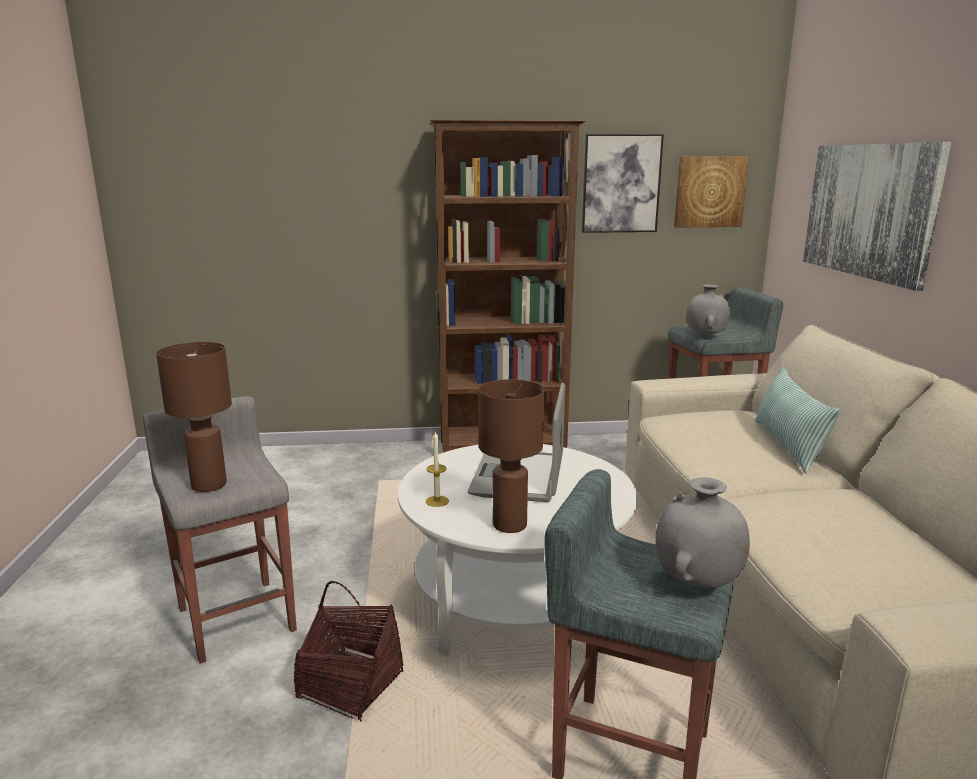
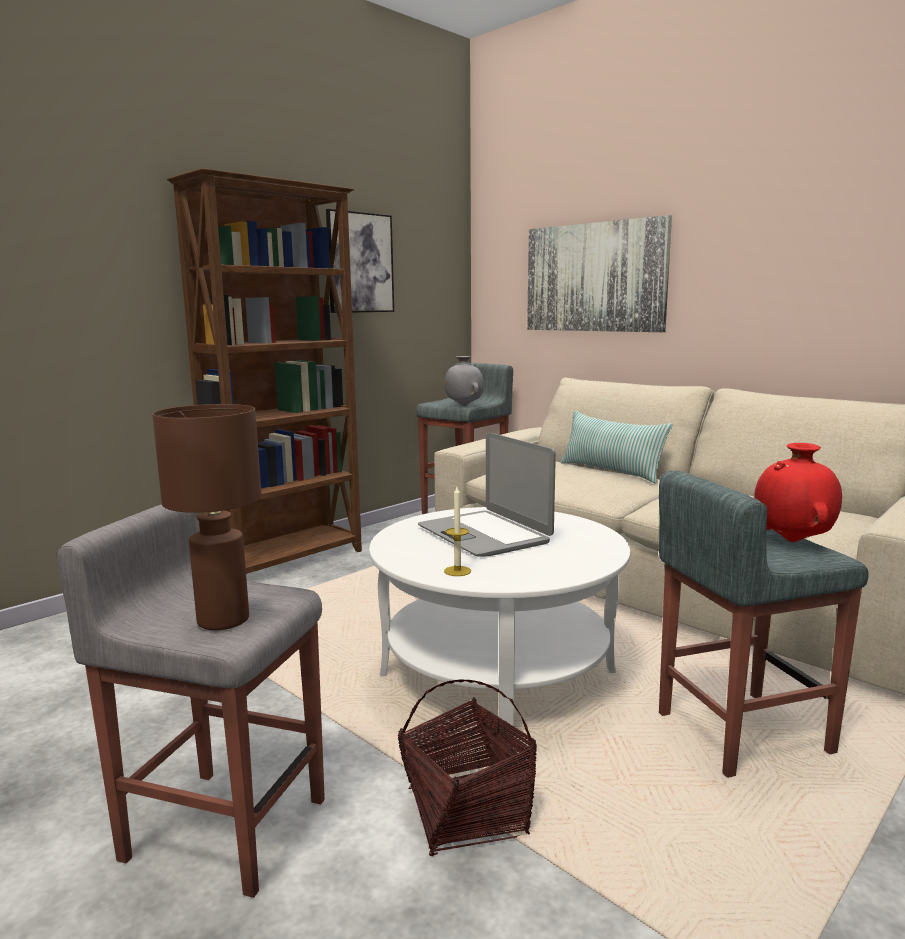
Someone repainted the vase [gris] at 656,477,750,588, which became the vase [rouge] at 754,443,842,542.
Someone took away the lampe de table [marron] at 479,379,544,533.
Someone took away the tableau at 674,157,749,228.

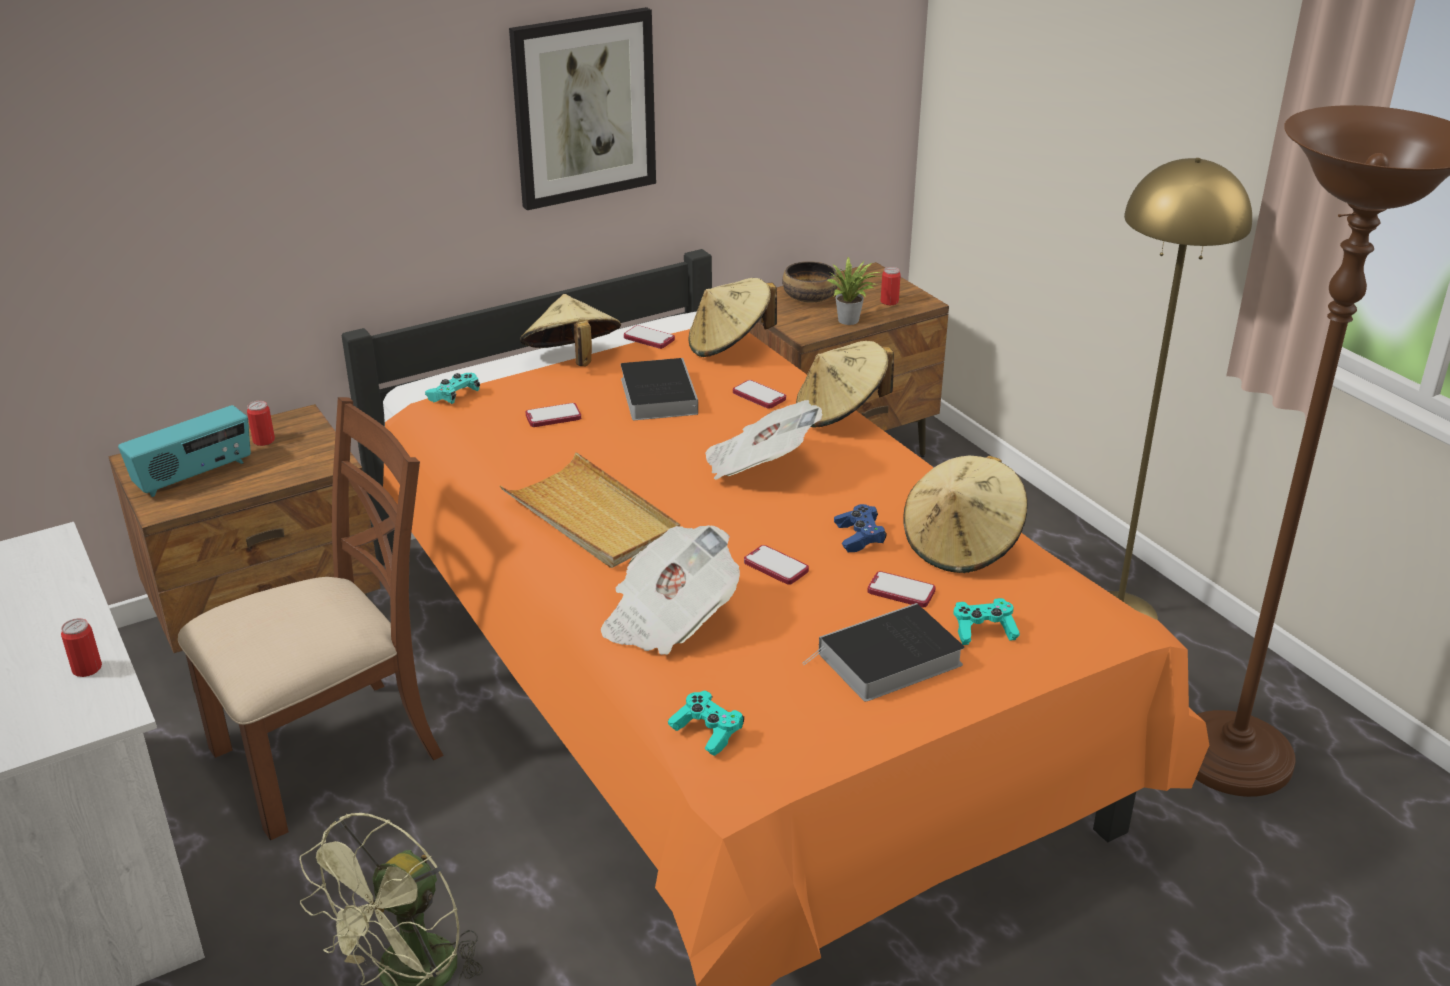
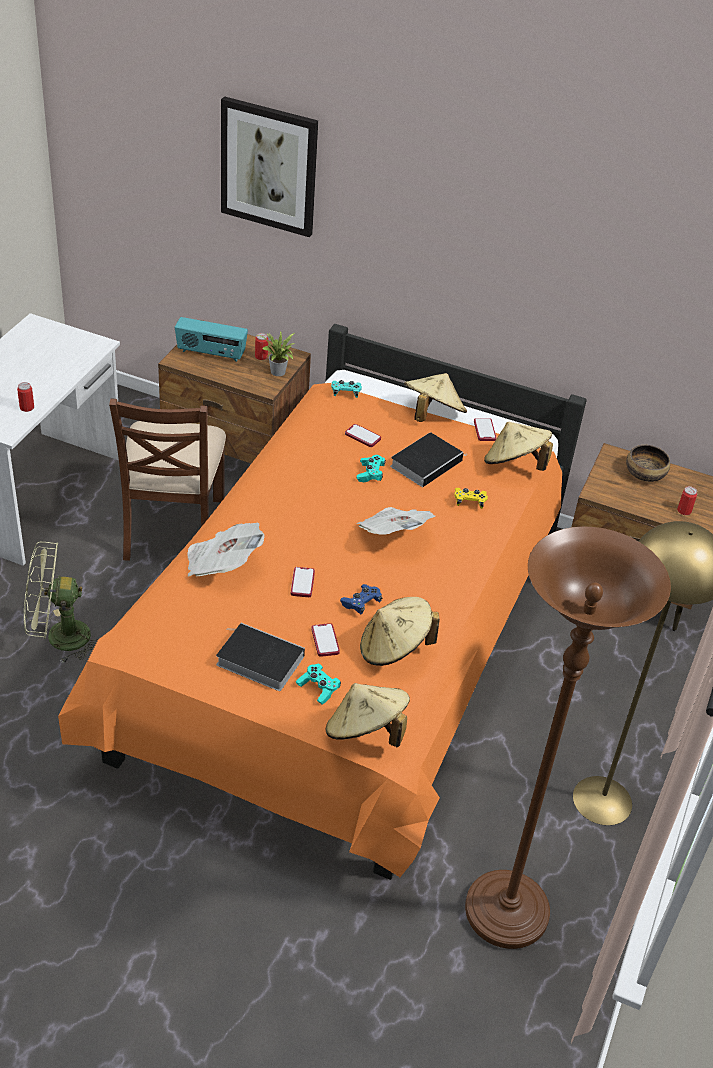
Someone rotated the chaise [marron] at 178,397,444,840 by 75 degrees clockwise.
Someone carried the tableau from 509,7,656,210 to 221,96,318,237.
Someone carried the plante en pot from 827,257,881,325 to 258,331,295,376.
Someone carried the chapeau [beige] from 796,341,894,427 to 326,683,410,747.
Someone carried the manette [turquoise] from 668,690,744,756 to 357,455,386,482.
Someone swapped the téléphone at 733,380,786,409 for the manette [jaune] at 454,488,488,509.
Someone took away the plateau [beige] at 500,452,680,568.

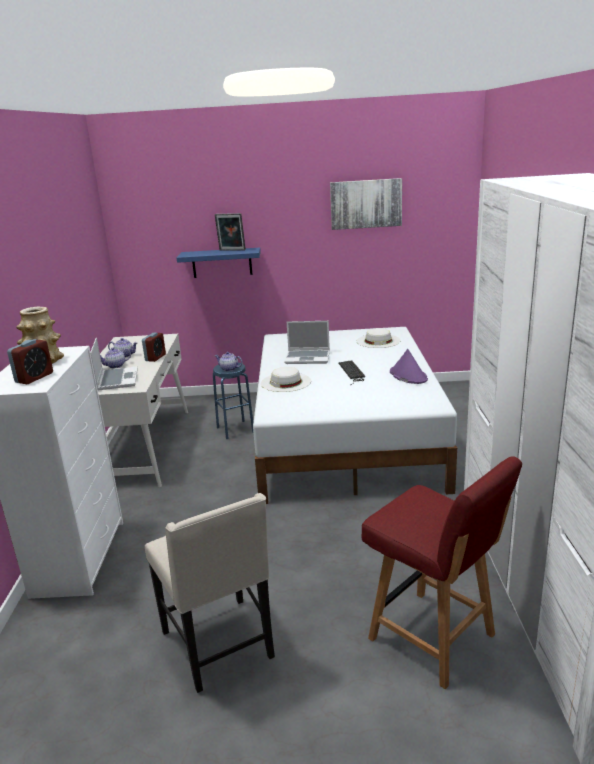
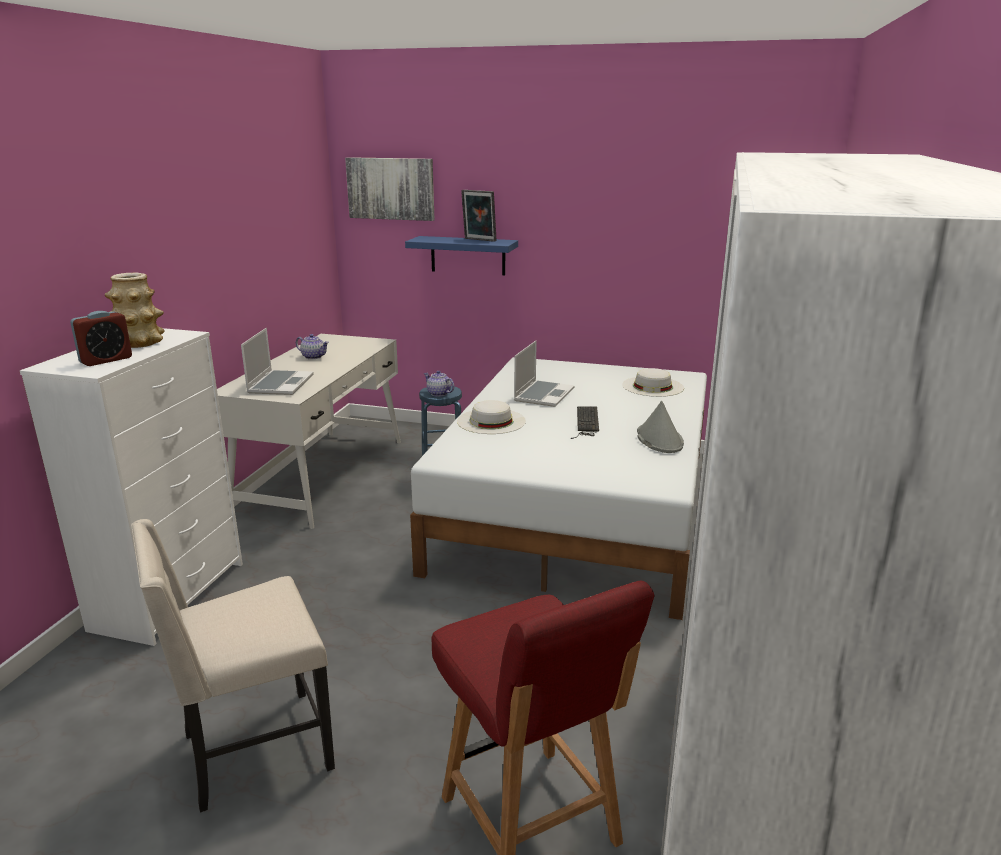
Someone rotated the chaise [beige] at 145,493,275,693 by 75 degrees clockwise.
Someone carried the tableau from 330,178,402,230 to 345,157,435,221.
Someone rotated the ordinateur portable at 284,321,330,364 by 90 degrees counterclockwise.
Someone repainted the chapeau [violet] at 390,349,428,384, which became the chapeau [gris] at 637,401,684,453.
Someone took away the théière at 100,348,131,368.
Someone took away the réveil at 142,333,166,362.

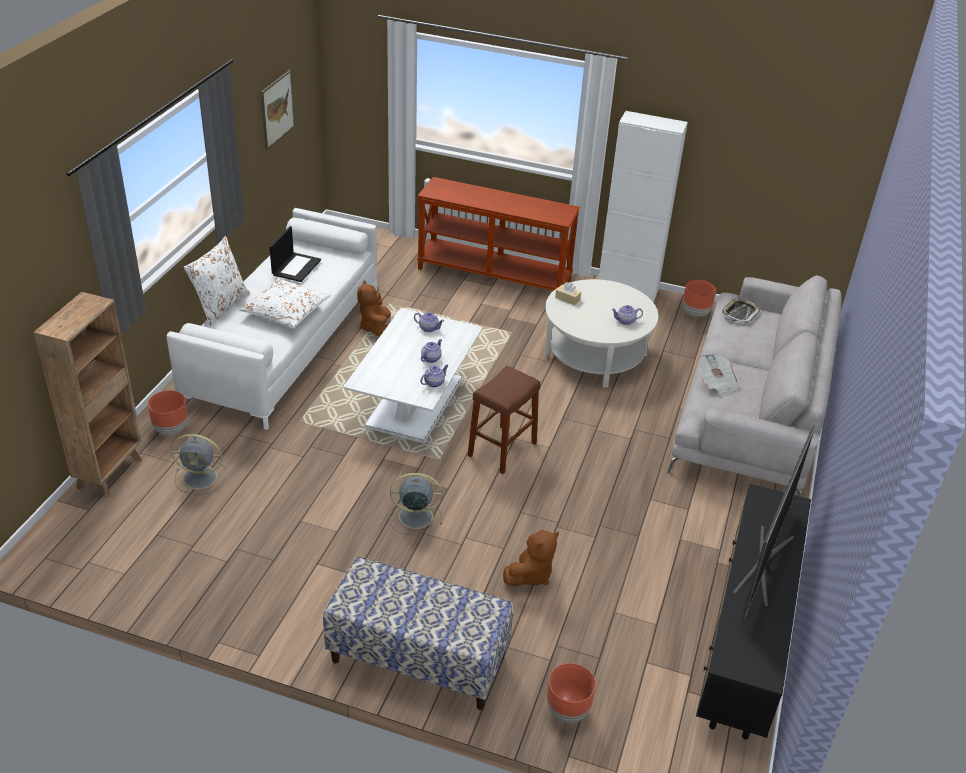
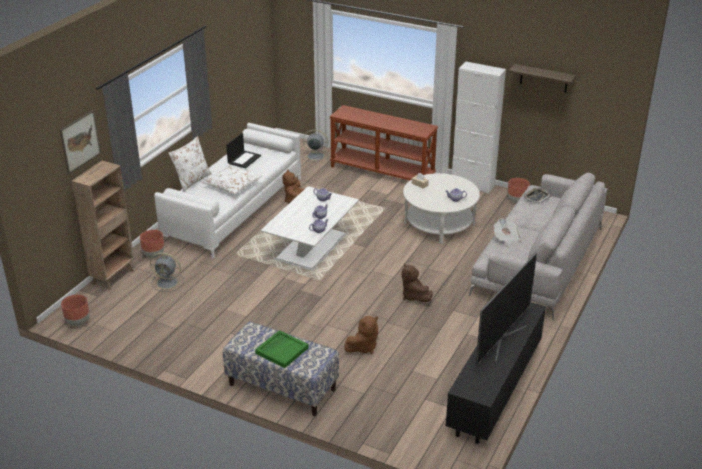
Someone carried the tableau from 261,70,295,150 to 60,110,101,174.
Someone carried the cache-pot [marron] from 547,663,596,723 to 61,295,89,326.
Someone put down the plateau [vert] at 255,330,308,368.
Someone carried the ventilateur [gris] from 390,473,442,535 to 303,130,328,162.
Someone put down the peluche [marron] at 401,263,433,302.
Someone put up the étagère at 509,64,576,93.
Someone took away the tabouret [marron] at 467,366,540,474.

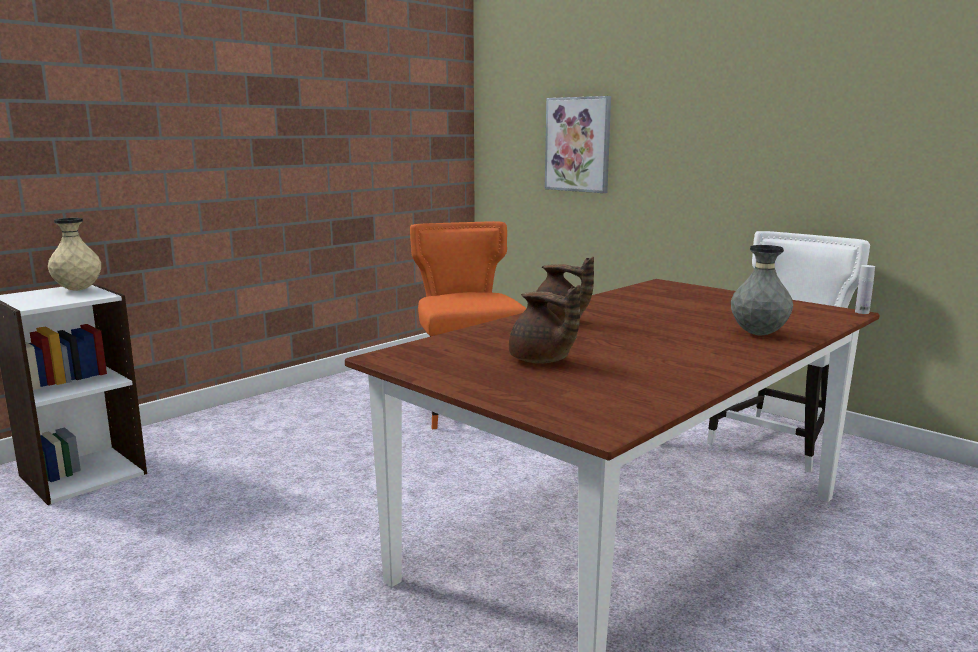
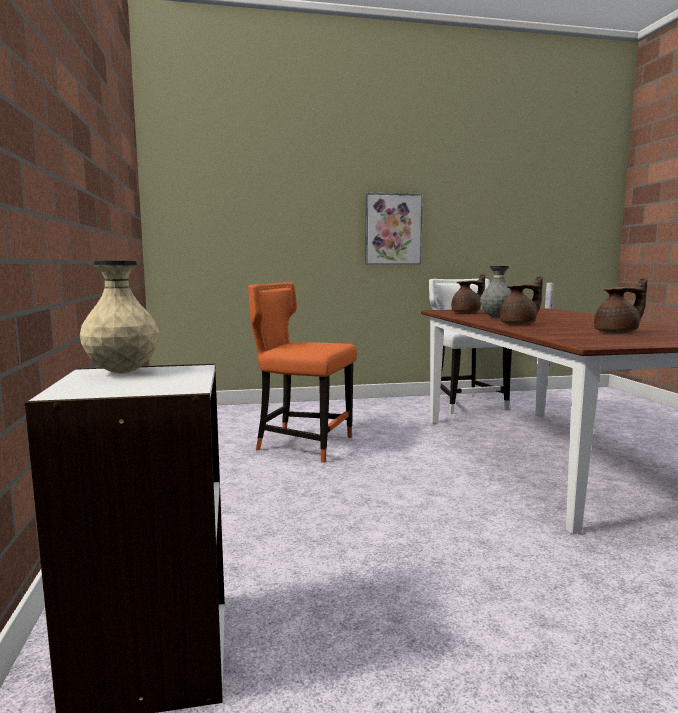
Someone carried the tableau from 545,96,611,193 to 365,192,423,265.
Someone put down the théière [marron] at 451,274,485,313.
Someone carried the vase [gris] from 731,245,793,335 to 480,266,511,318.

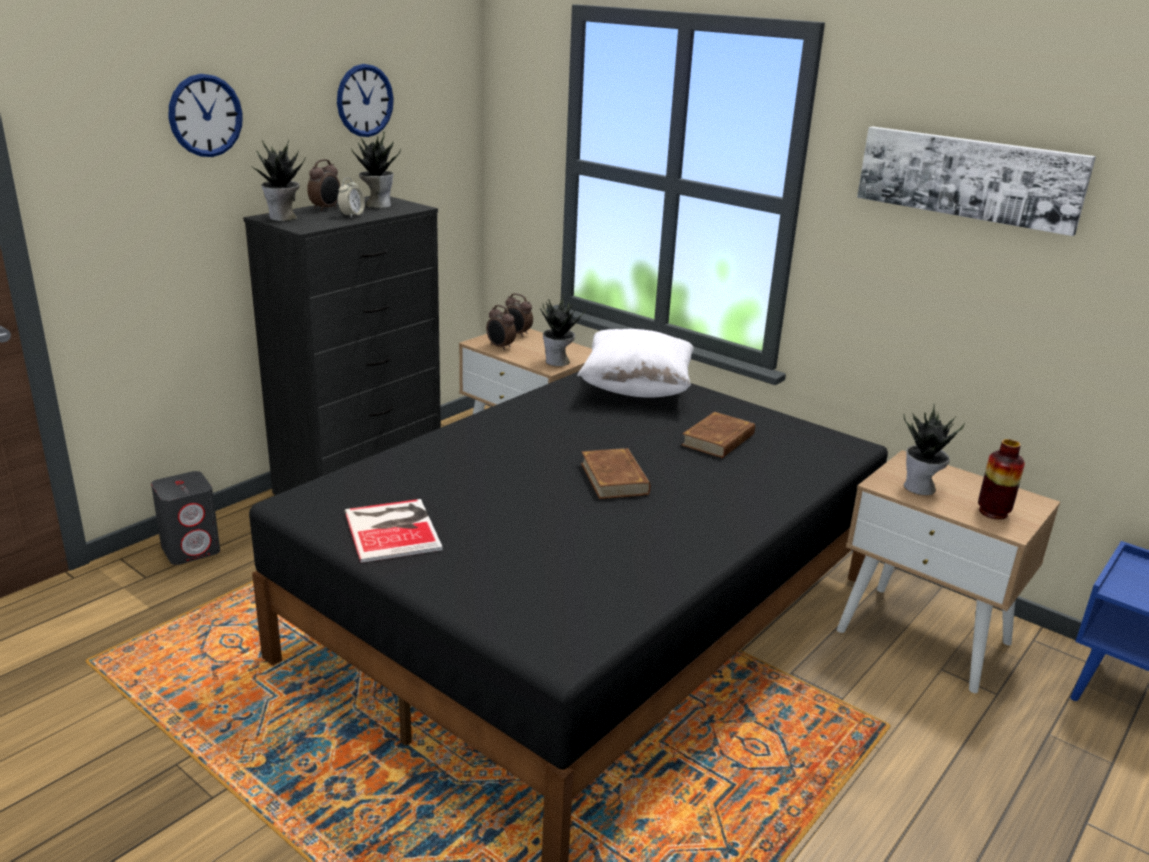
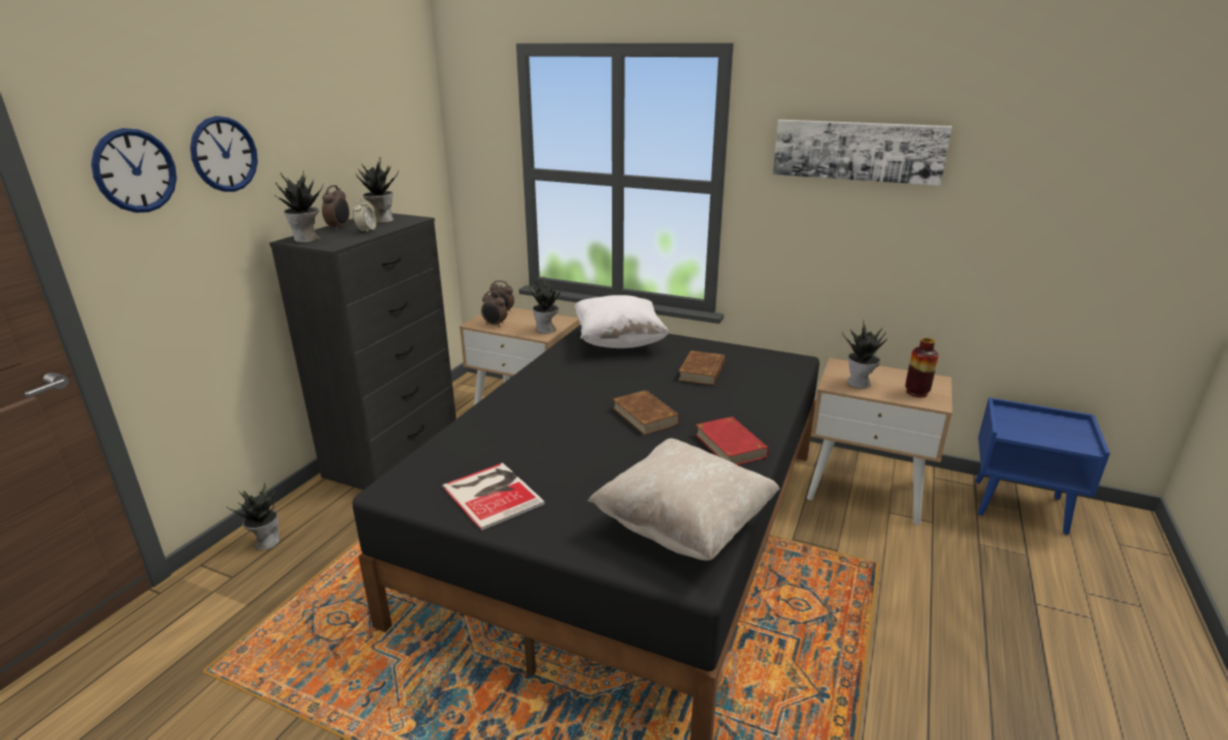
Someone carried the horloge murale from 337,64,394,137 to 91,128,177,213.
Someone swapped the enceinte [gris] at 151,471,220,565 for the plante en pot at 226,482,280,550.
Someone put down the coussin [beige] at 588,438,780,561.
Someone put down the livre [rouge] at 695,417,769,465.

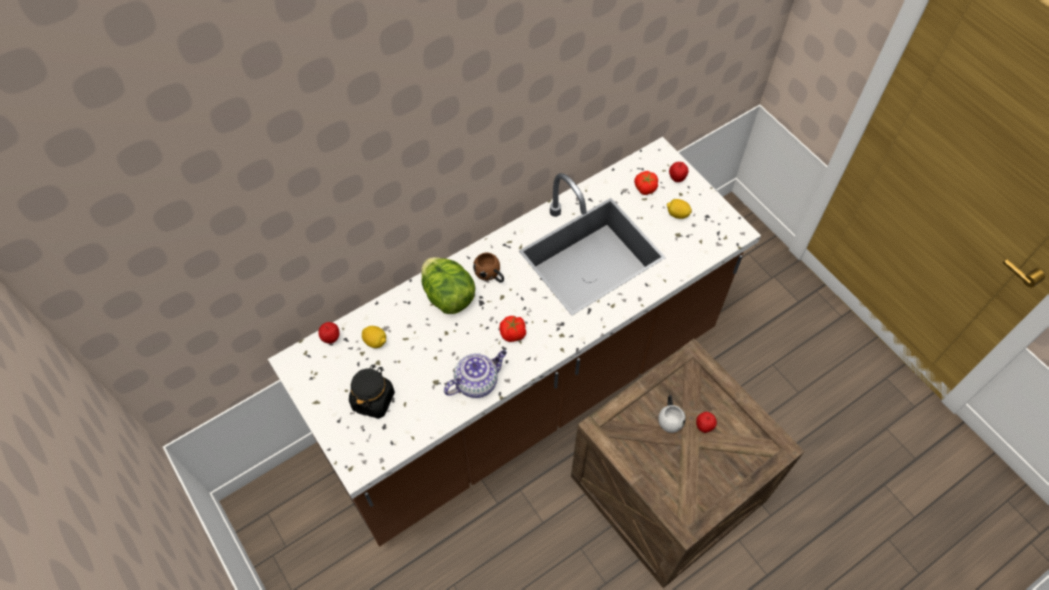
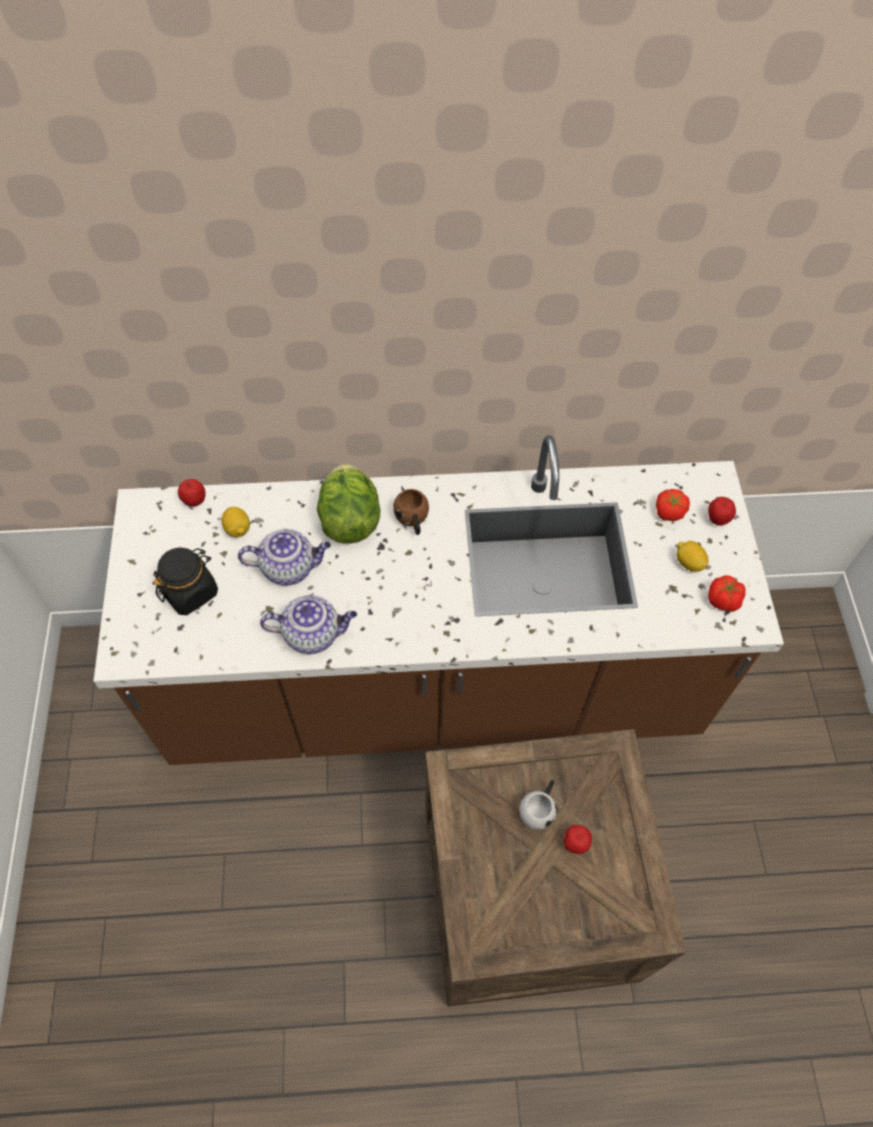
Someone put down the théière at 238,529,331,586.
Someone carried the tomate from 500,316,526,342 to 708,575,746,612.

